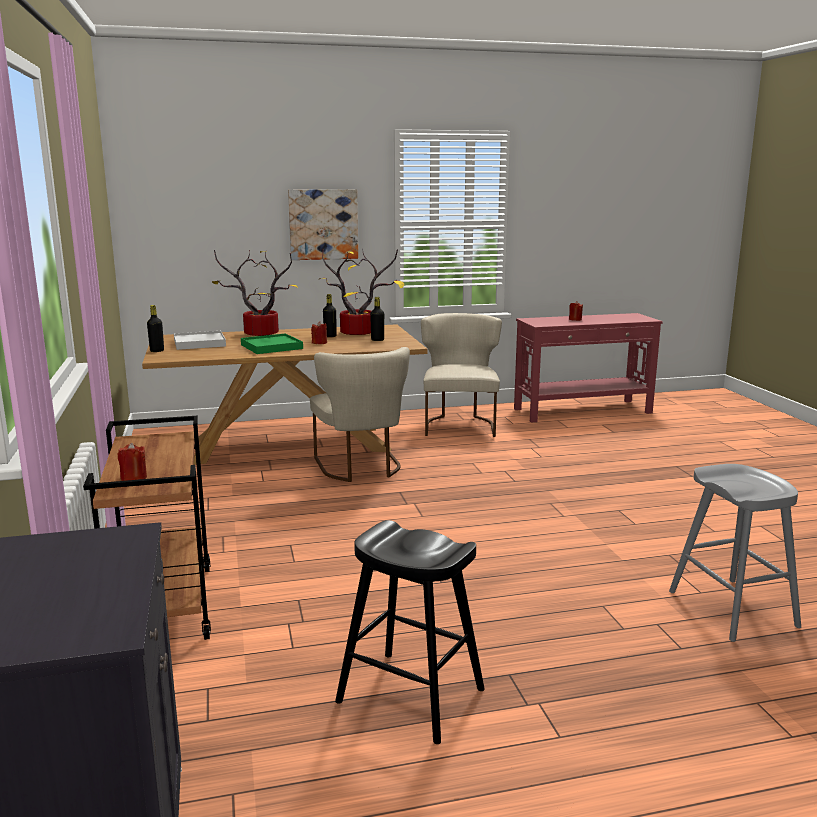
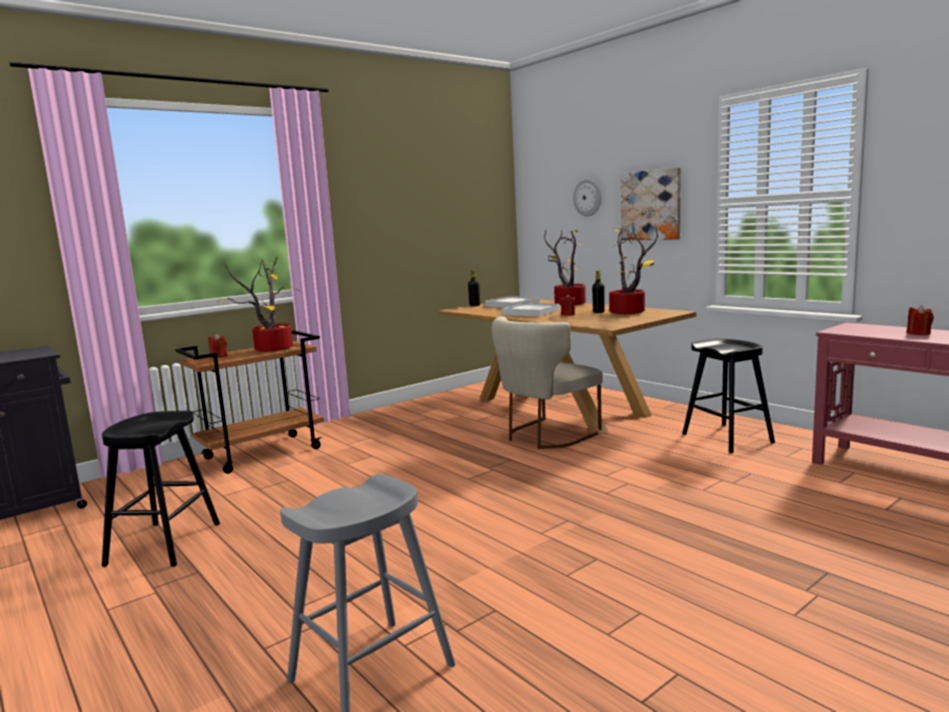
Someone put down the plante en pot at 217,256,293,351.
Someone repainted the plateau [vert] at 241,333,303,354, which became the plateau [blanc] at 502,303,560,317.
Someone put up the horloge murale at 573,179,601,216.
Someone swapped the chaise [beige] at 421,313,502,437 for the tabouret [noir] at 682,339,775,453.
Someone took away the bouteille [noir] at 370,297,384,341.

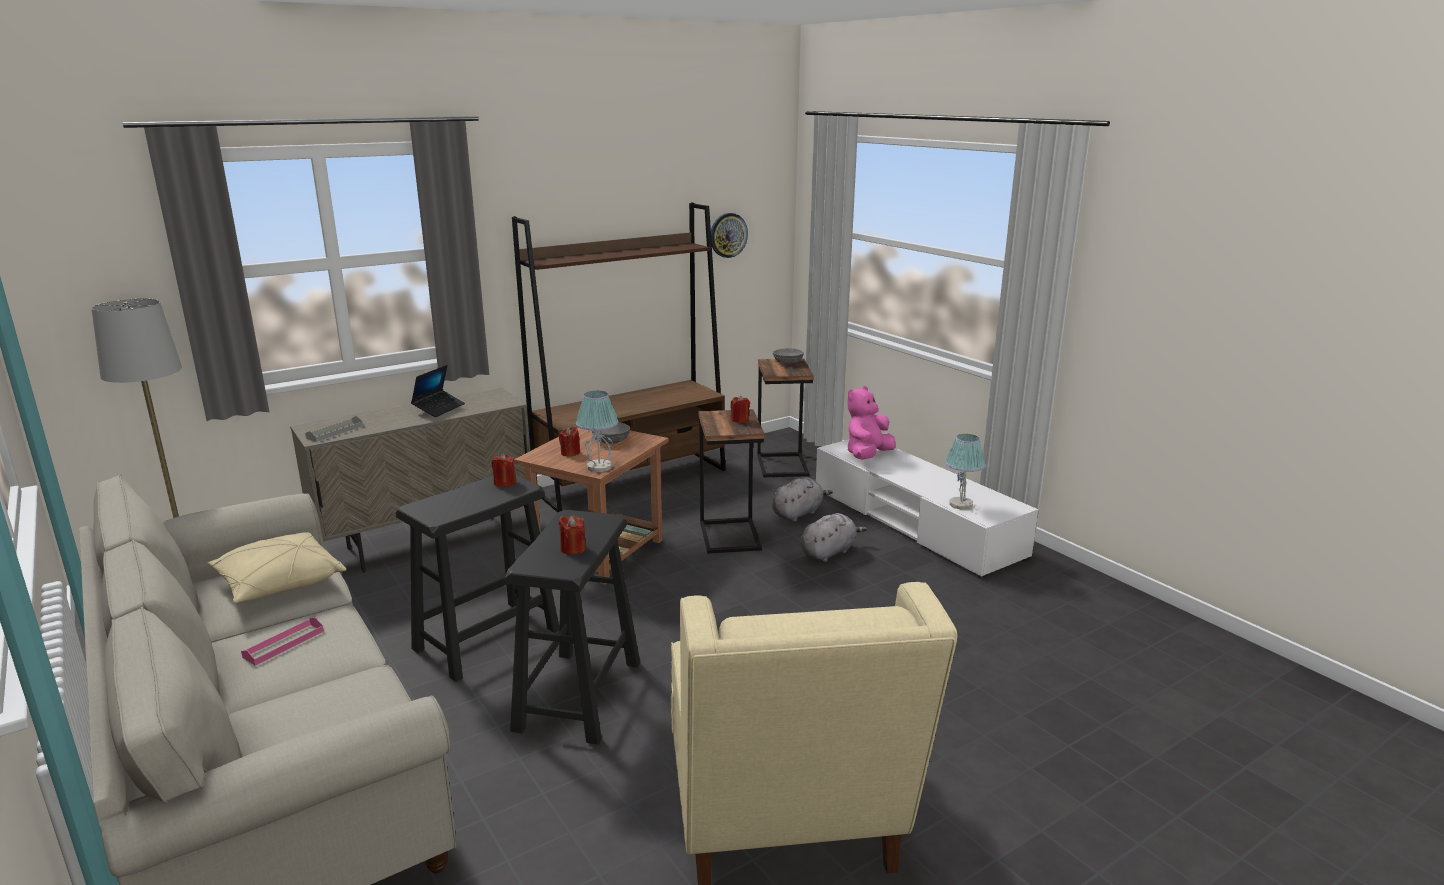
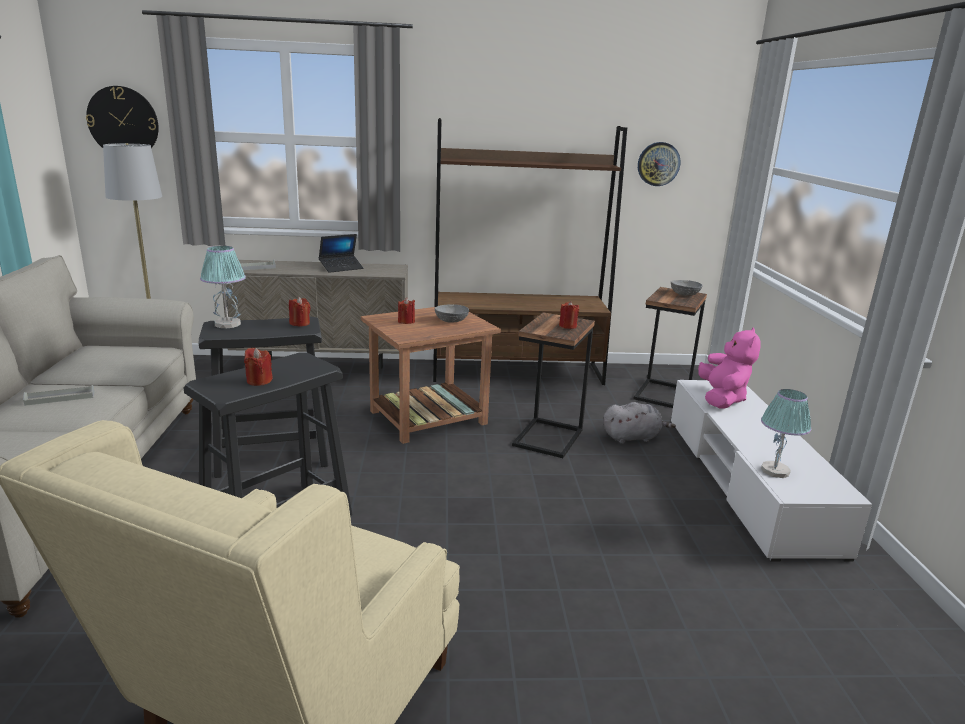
Someone repainted the plateau [rose] at 241,617,324,666, which became the plateau [gris] at 23,385,95,406.
Someone put up the horloge murale at 86,86,159,148.
Someone carried the lampe de table from 576,391,619,472 to 200,246,246,328.
Someone rotated the peluche [rose] at 847,386,896,460 by 120 degrees clockwise.
Someone took away the coussin [beige] at 207,532,347,603.
Someone took away the peluche [gris] at 800,513,867,562.

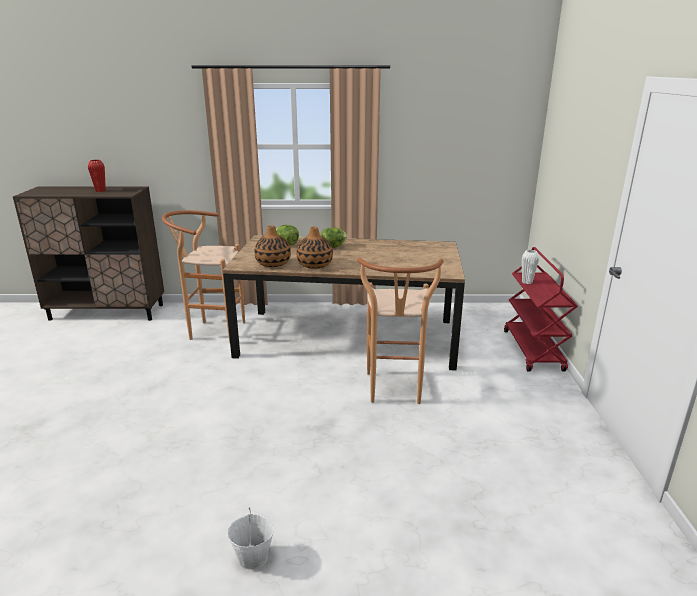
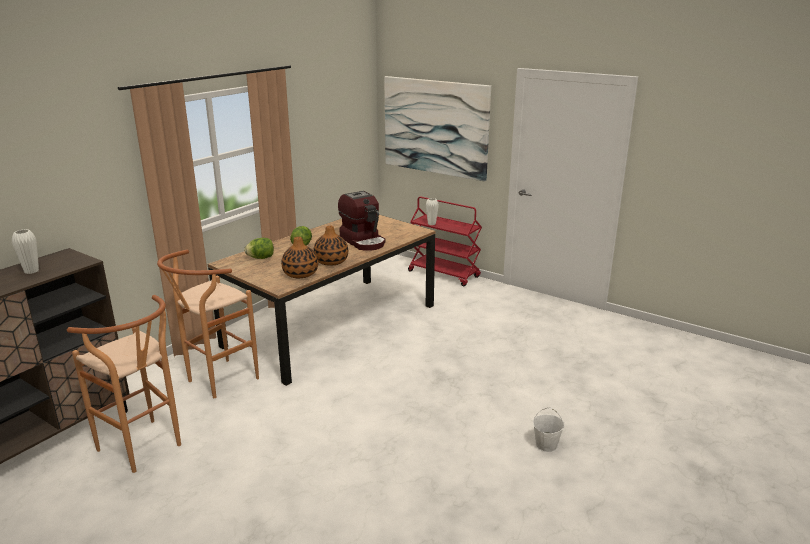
Someone repainted the vase [rouge] at 88,160,106,192, which became the vase [blanc] at 12,229,39,274.
Someone carried the tabouret [marron] from 357,257,444,404 to 67,295,181,473.
Someone put down the machine à café at 338,191,386,251.
Someone put up the tableau at 384,76,491,182.

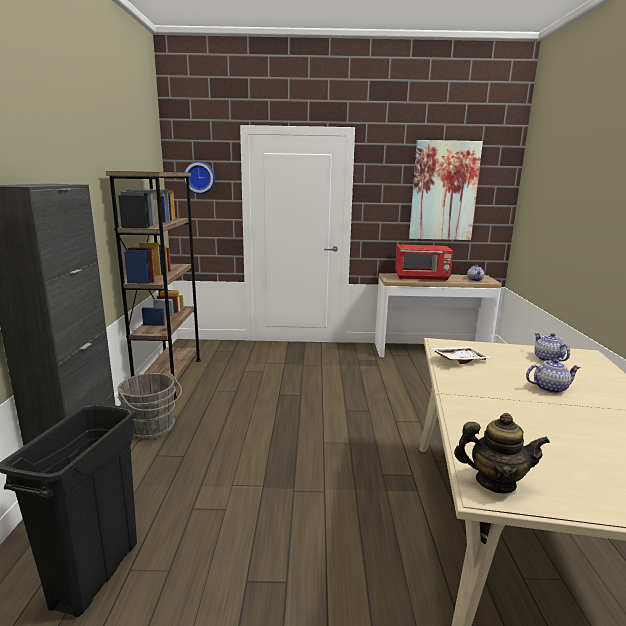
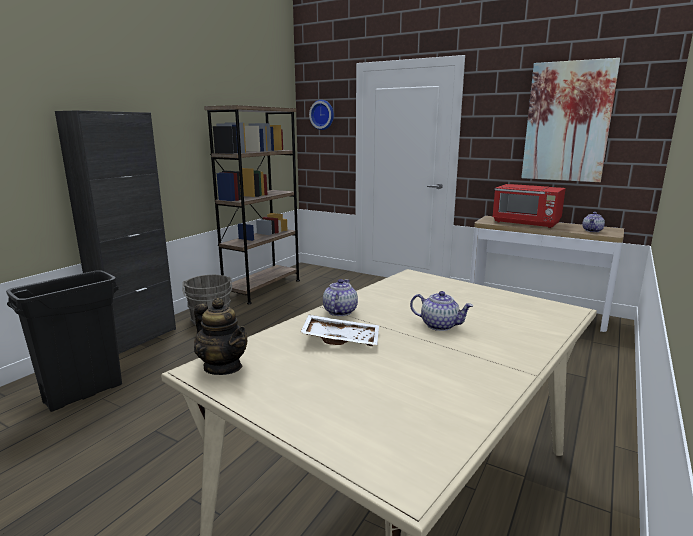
Someone carried the plateau [blanc] from 430,347,490,364 to 300,315,379,346.
Someone carried the théière from 534,333,570,361 to 323,279,358,316.

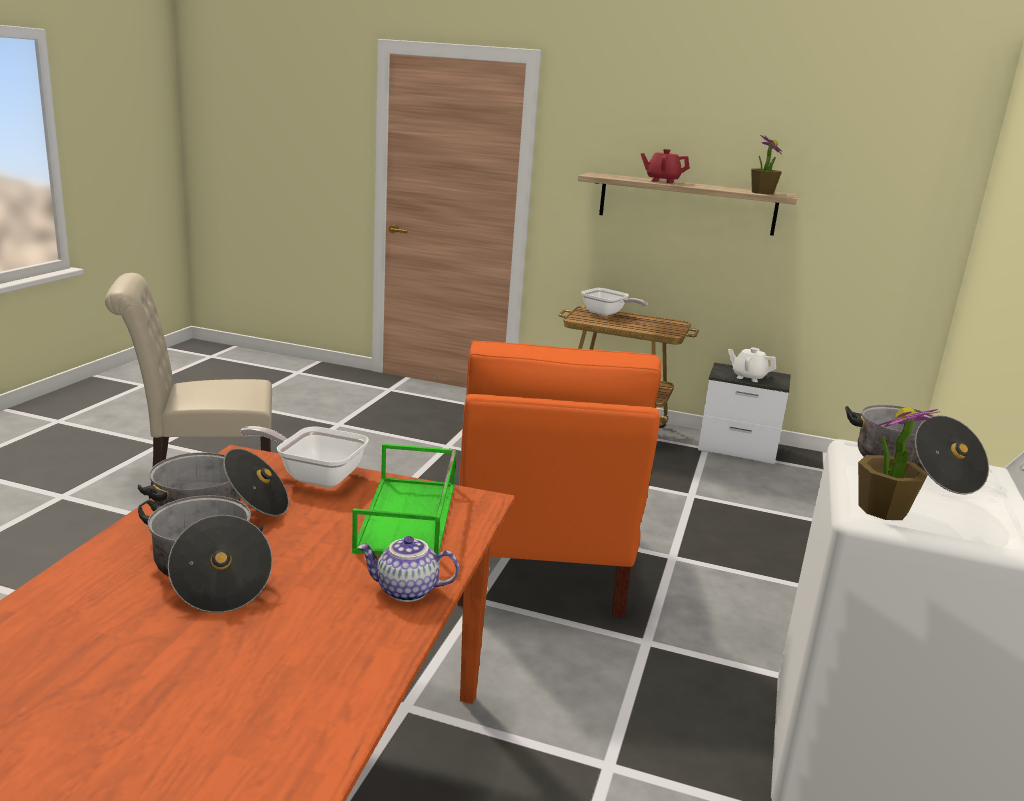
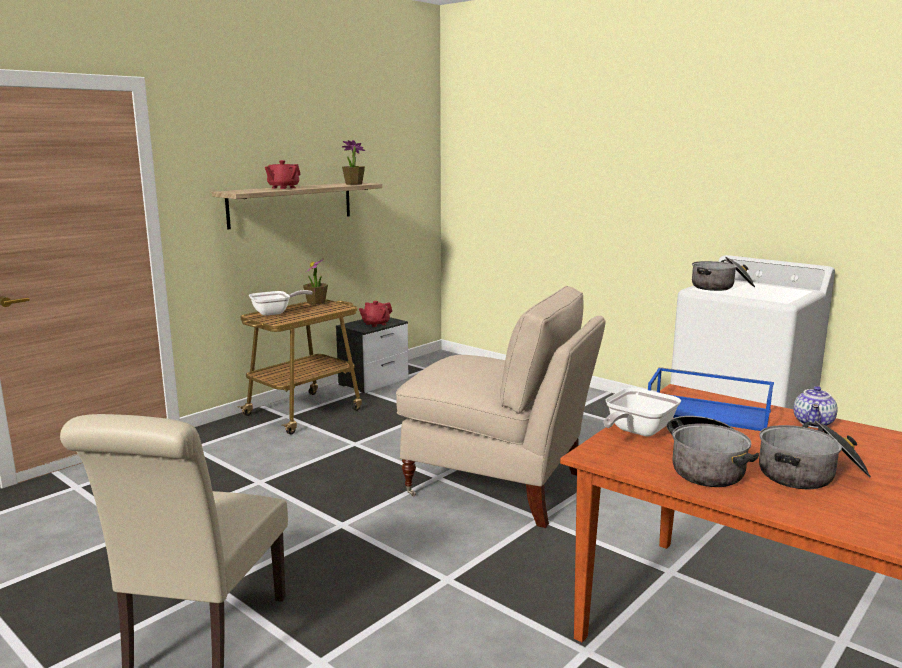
Someone carried the plante en pot from 858,407,940,520 to 303,259,328,304.
Someone repainted the théière [blanc] at 728,347,776,382, which became the théière [rouge] at 359,301,392,327.
Someone repainted the chaise [orange] at 457,341,662,618, which became the chaise [beige] at 396,286,605,528.
Someone repainted the plateau [vert] at 352,444,456,555, which became the plateau [bleu] at 648,367,774,431.

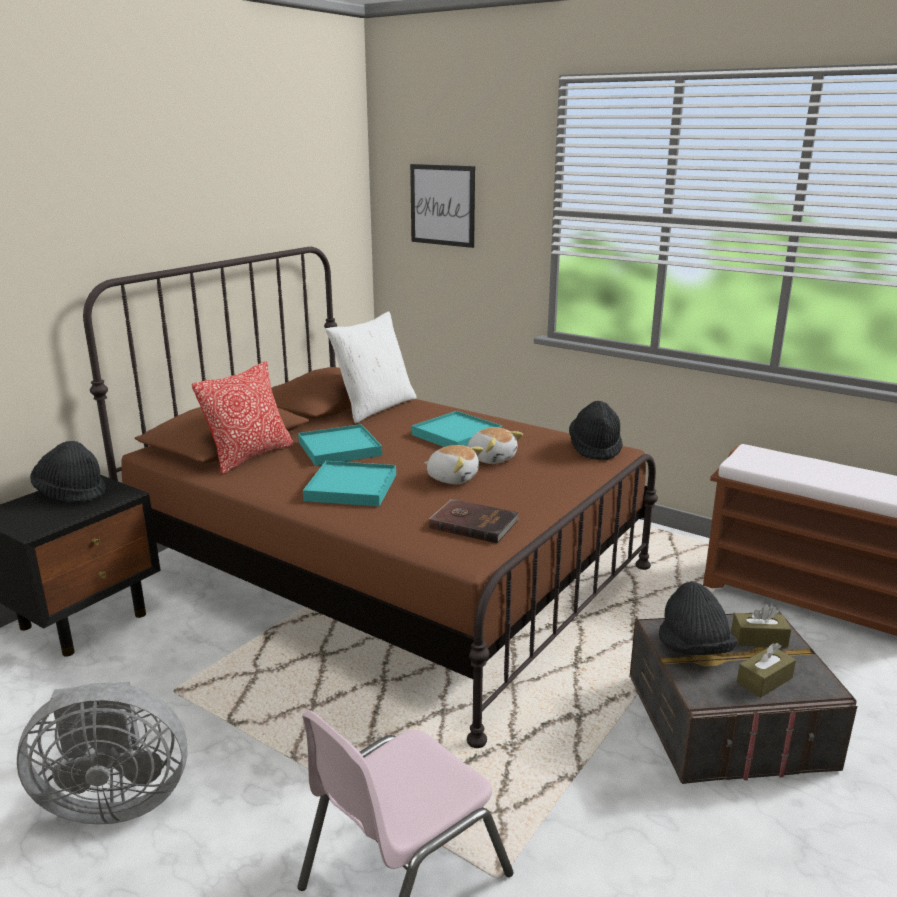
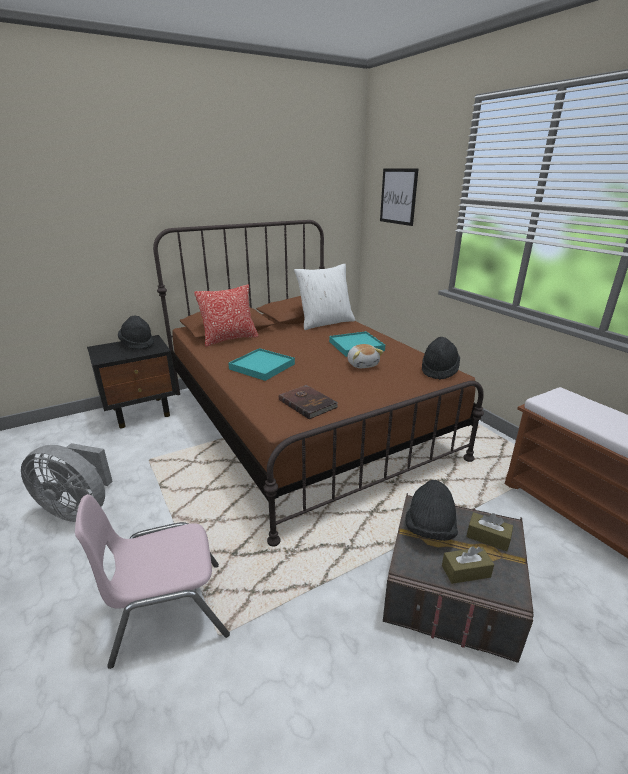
Someone took away the plateau [turquoise] at 298,424,382,466.
Someone took away the peluche at 424,445,483,484.

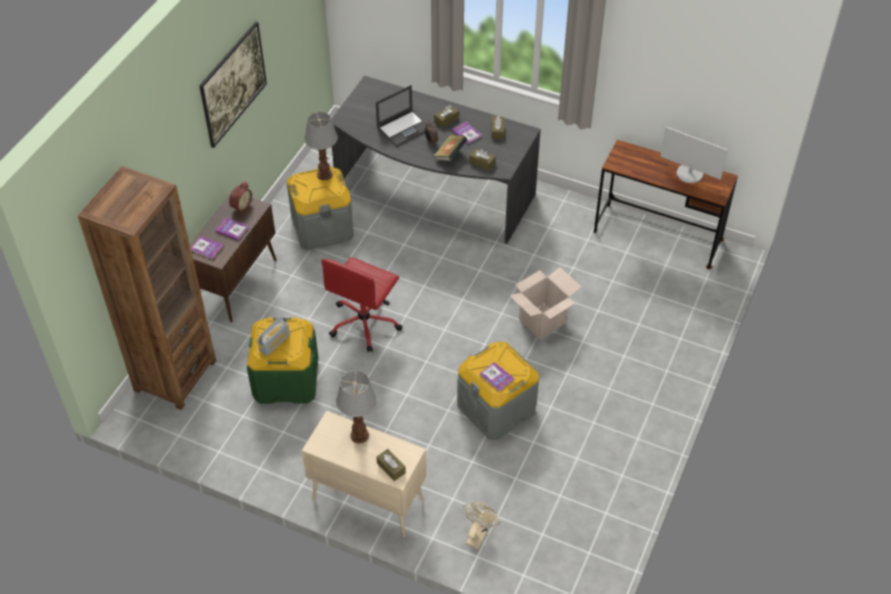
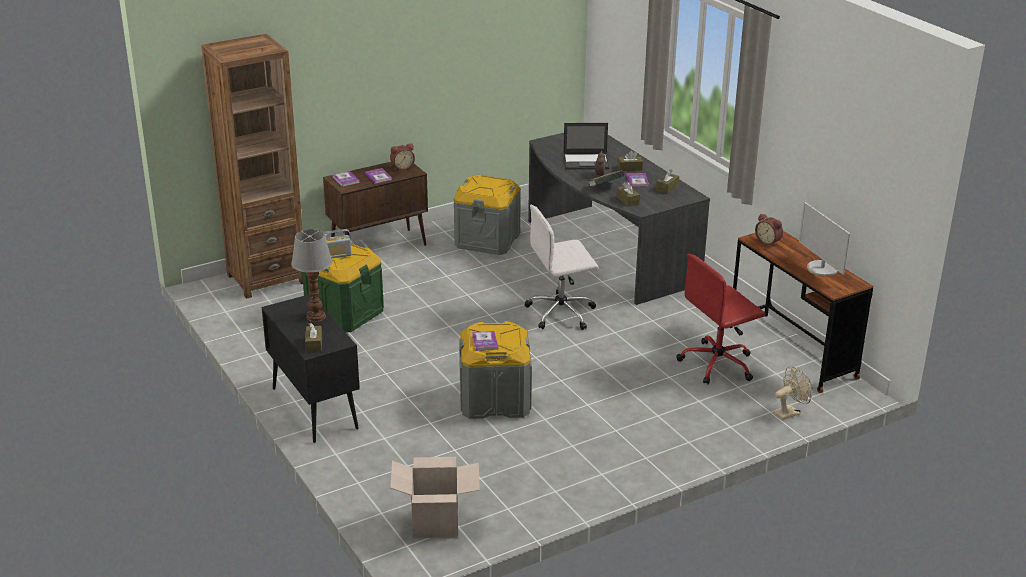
Someone repainted the meuble de rangement [beige] at 302,411,426,538, which became the meuble de rangement [noir] at 262,295,360,443.
Someone carried the carton from 509,267,581,339 to 390,457,480,538.
Someone put down the chaise de bureau [blanc] at 524,205,598,330.
Someone carried the chaise de bureau [rouge] from 321,257,403,352 to 676,254,765,384.
Someone put down the réveil at 755,214,783,246.
Someone carried the ventilateur [beige] from 463,502,500,549 to 774,366,812,420.
Someone took away the tableau at 199,22,267,148.
Someone took away the lampe de table at 304,112,338,180.

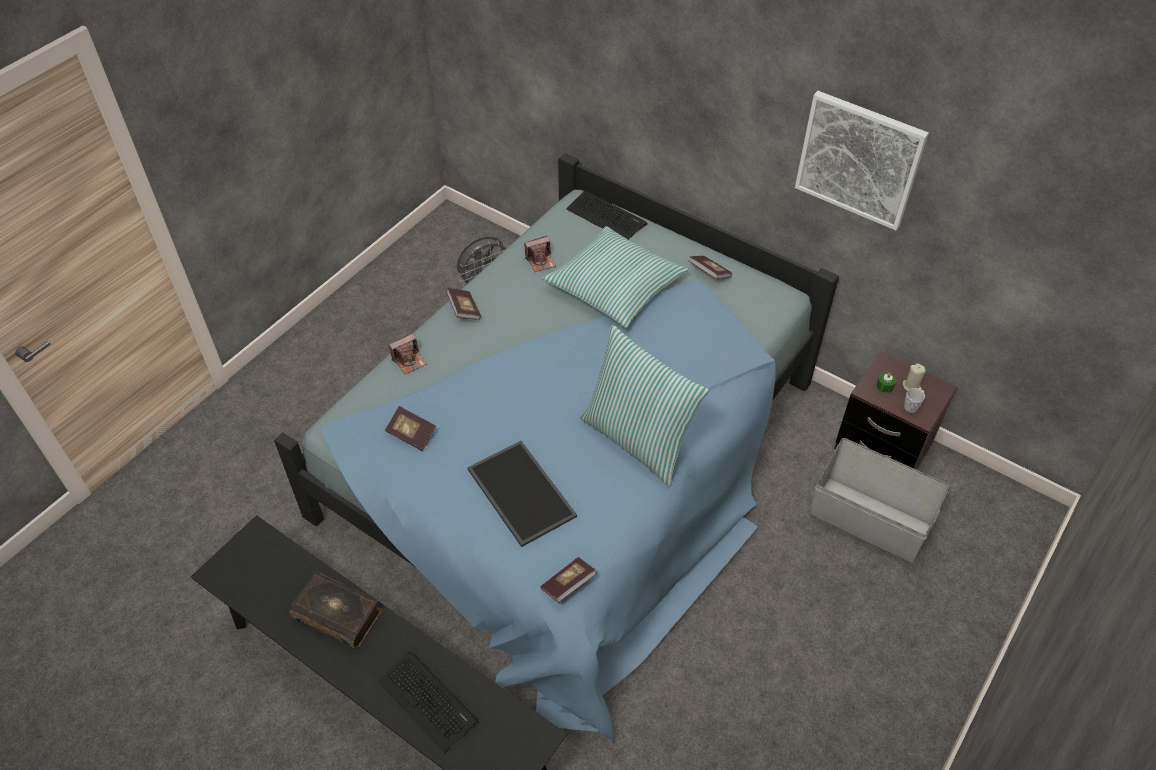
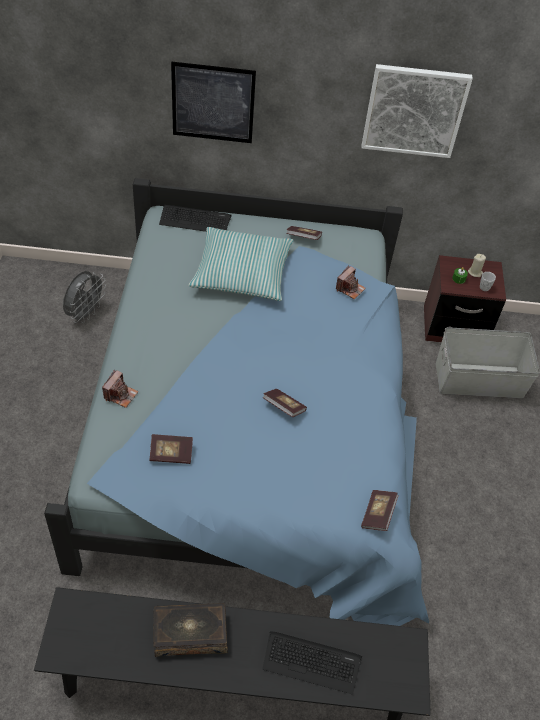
Someone put up the tableau at 171,62,256,143.
Someone carried the livre from 446,288,481,320 to 262,389,307,417.
Someone carried the appareil photo from 524,235,556,272 to 336,266,366,299.
Someone took away the plateau at 467,441,577,547.
Someone took away the coussin at 580,325,709,486.

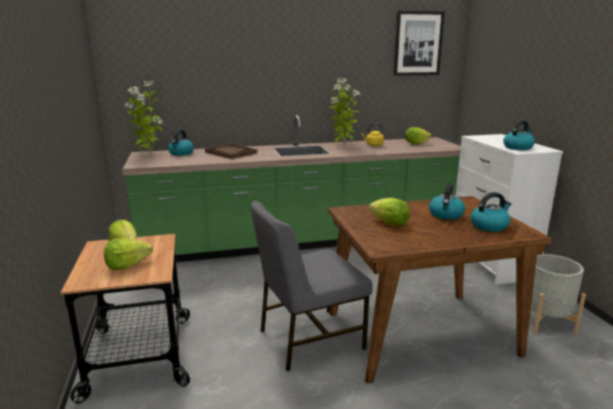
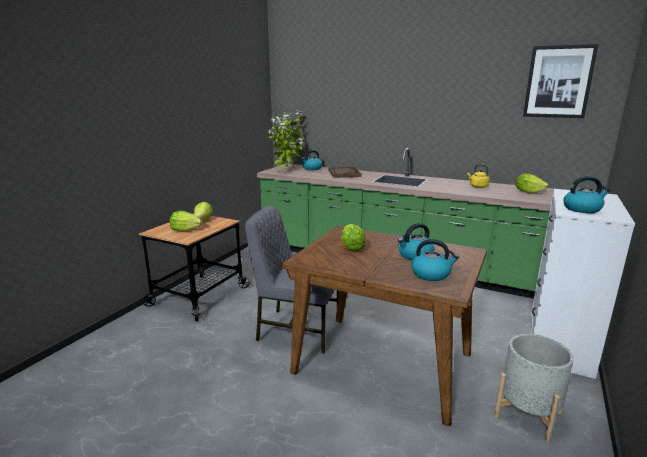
Someone carried the plante en pot from 329,77,361,146 to 267,112,296,172.

